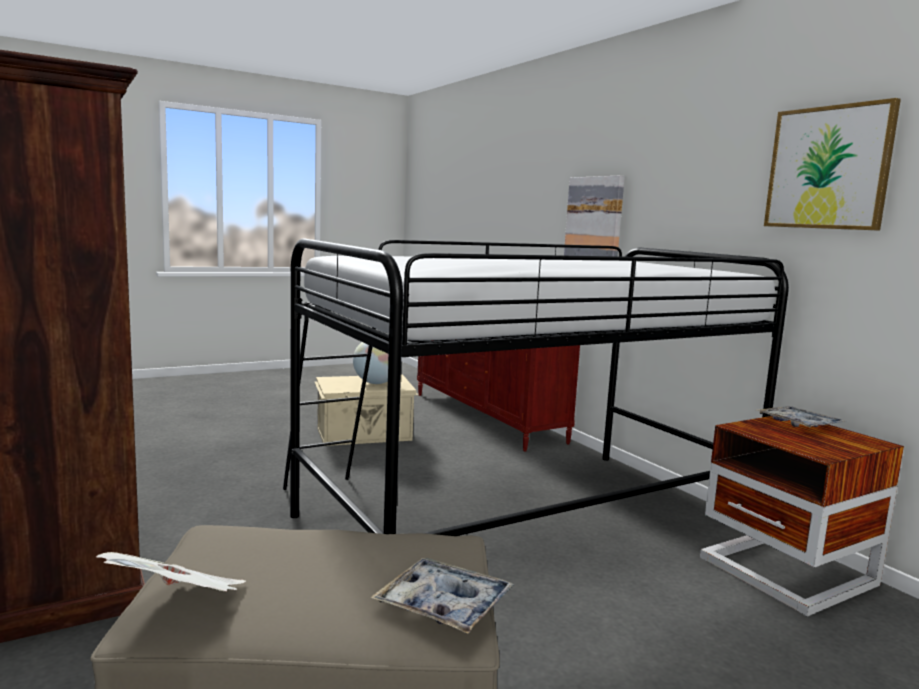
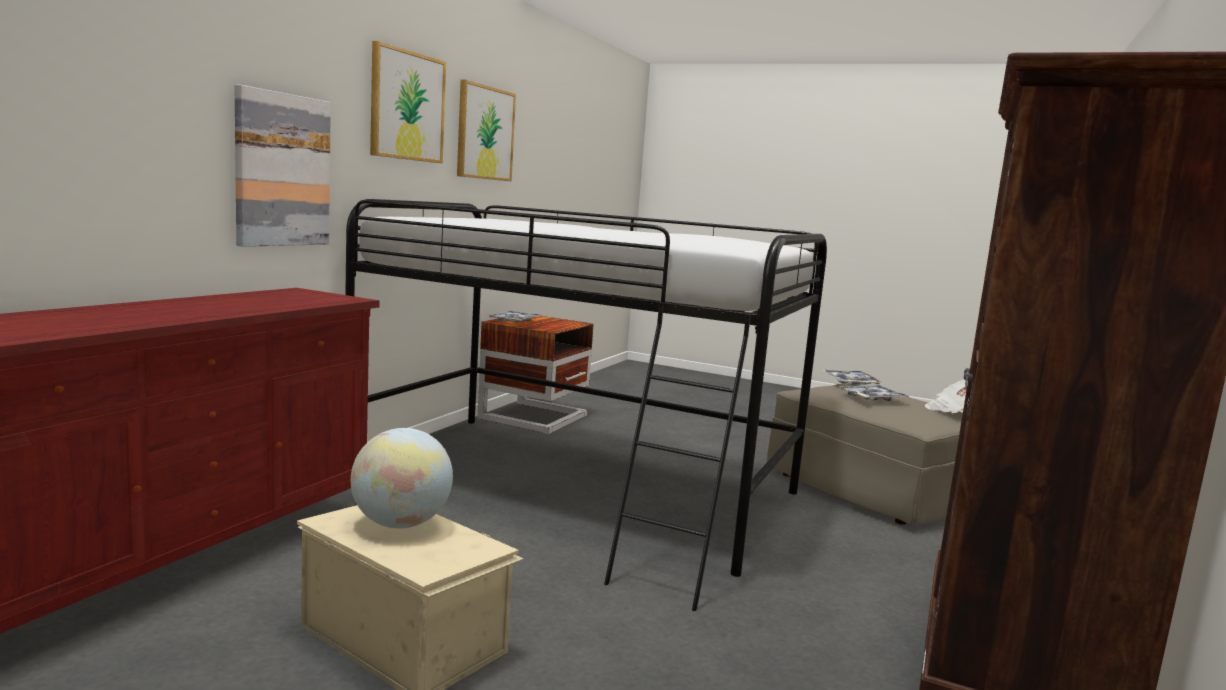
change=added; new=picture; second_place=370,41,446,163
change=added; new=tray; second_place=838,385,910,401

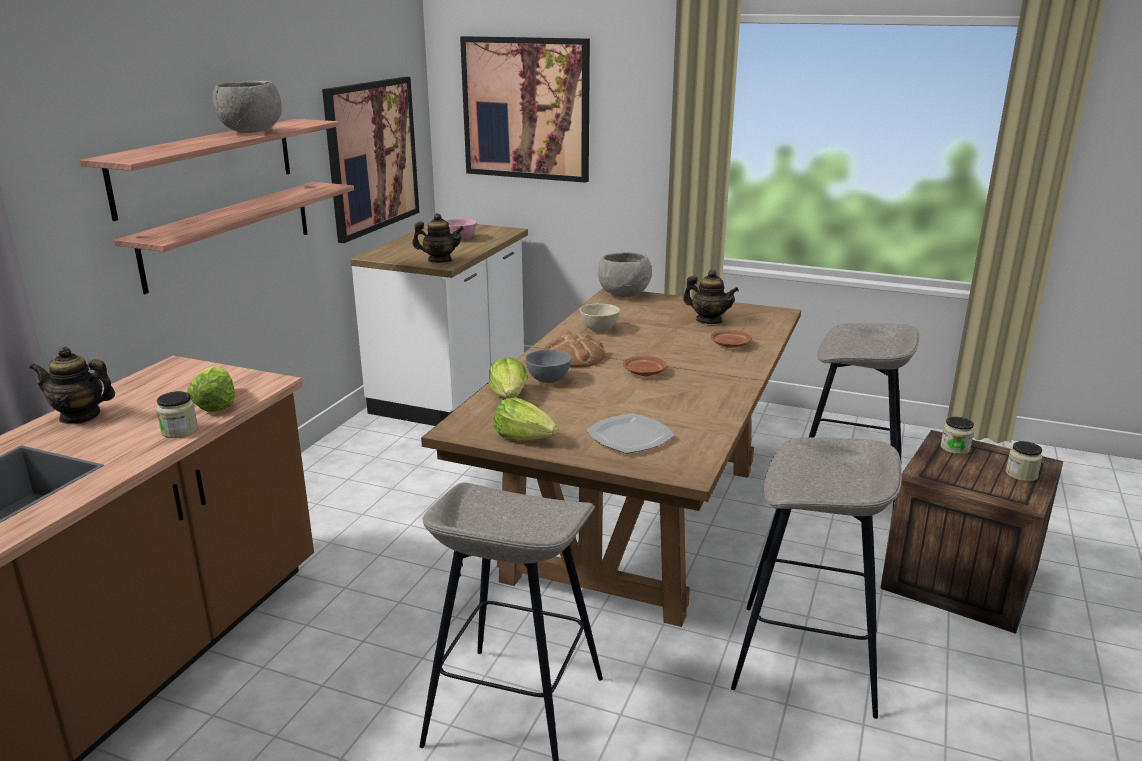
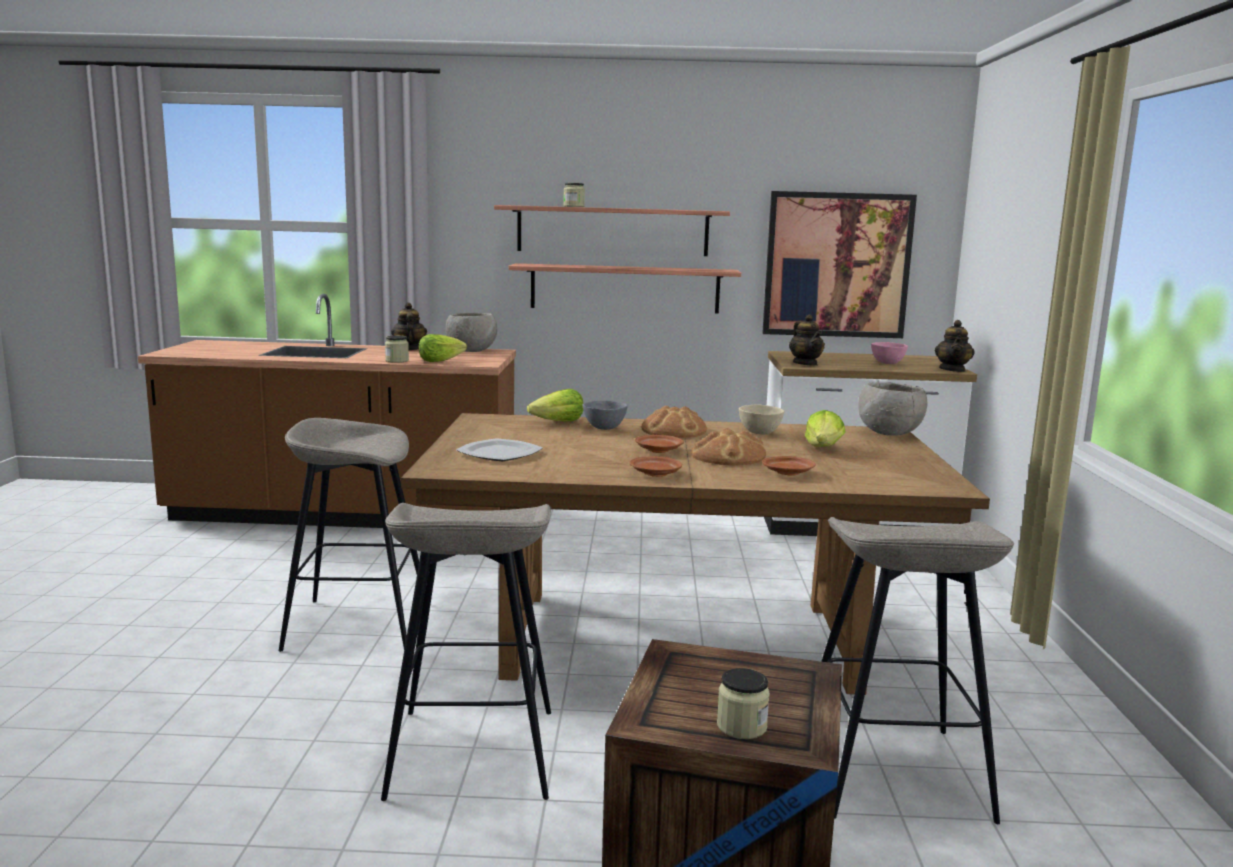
change=removed; old=picture; first_place=460,36,590,183
change=added; new=brown_plate; second_place=629,456,682,477
change=added; new=bread; second_place=691,427,766,466
change=moved; old=grey_bowl; first_place=213,81,282,133; second_place=446,313,497,352
change=moved; old=lettuce; first_place=494,397,558,440; second_place=805,410,845,447
change=moved; old=teapot; first_place=683,270,739,324; second_place=935,320,975,372
change=moved; old=jar; first_place=940,417,974,455; second_place=563,183,585,207

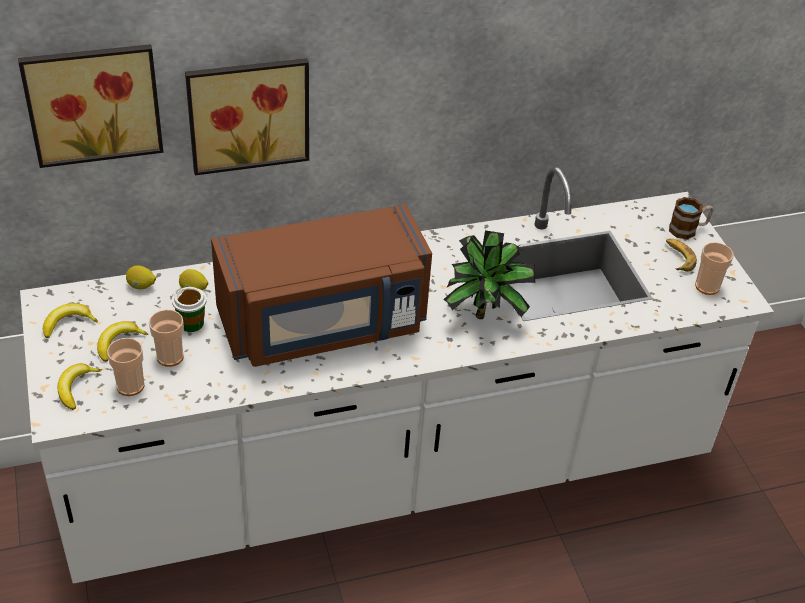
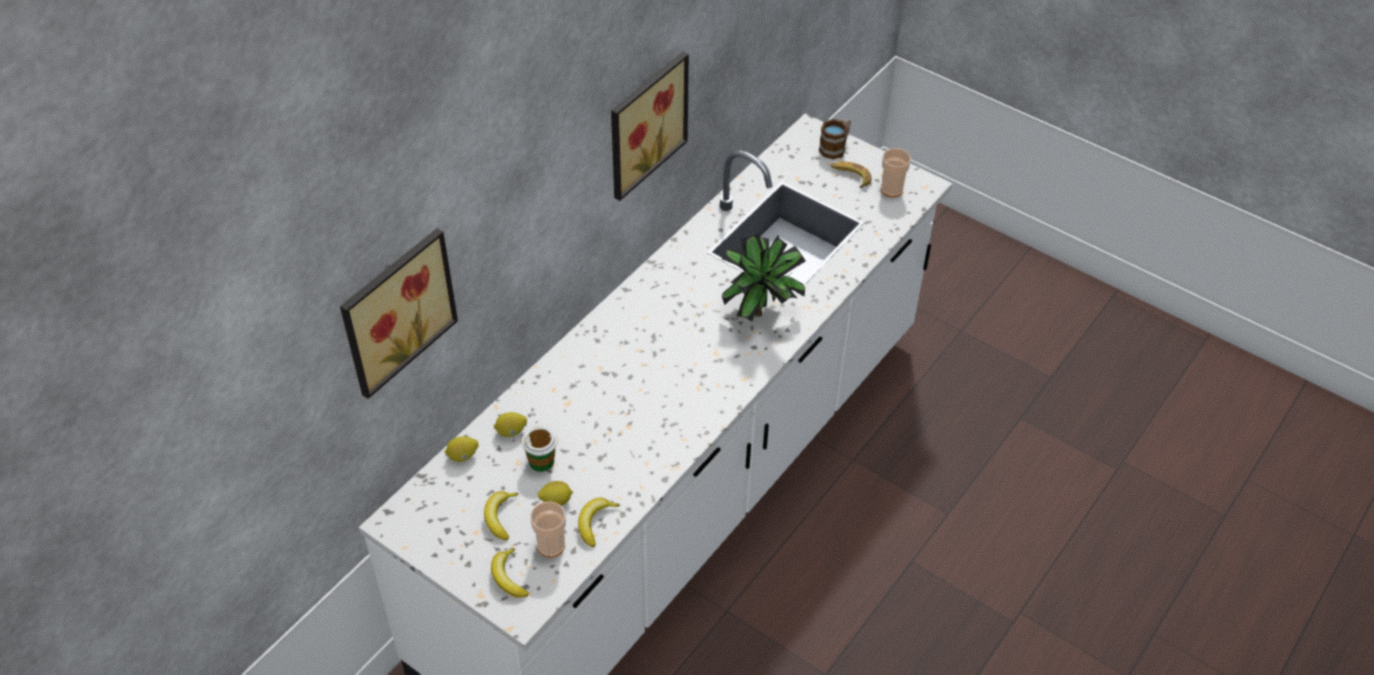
change=removed; old=brown_microwave; first_place=211,204,432,367
change=moved; old=banana; first_place=43,303,98,338; second_place=578,497,620,547
change=moved; old=picture; first_place=185,58,309,175; second_place=611,52,689,201
change=replaced; old=cup; new=lemon; first_place=149,310,184,367; second_place=538,481,573,506

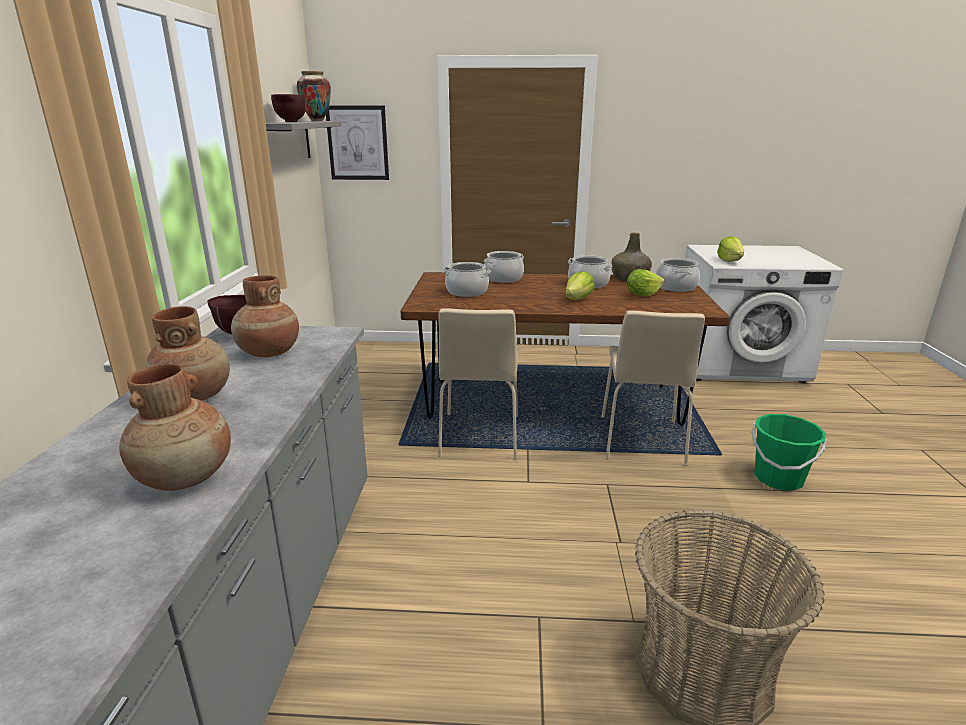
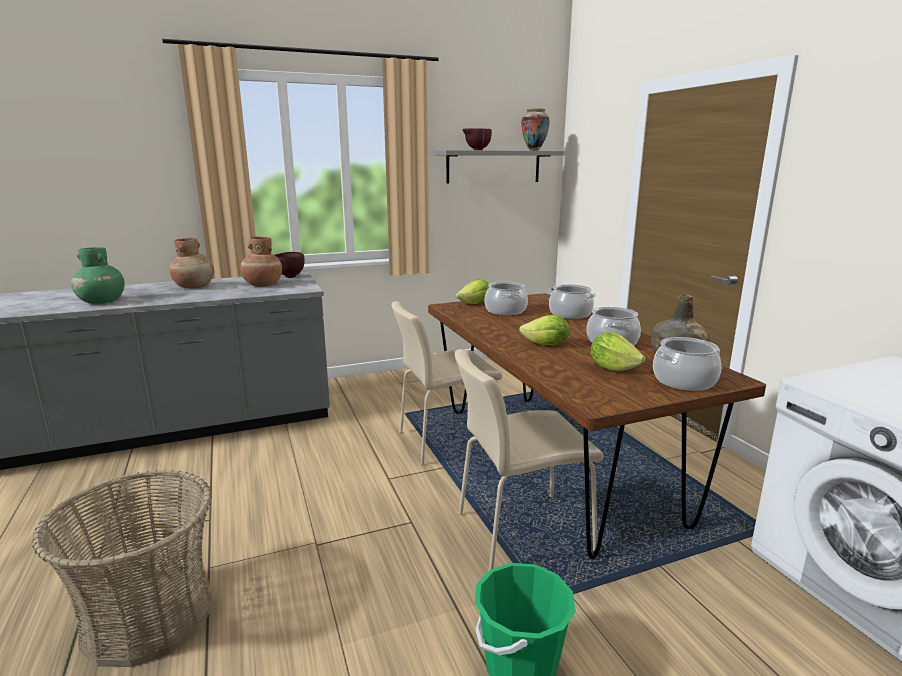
change=removed; old=picture; first_place=326,106,389,180
change=moved; old=lettuce; first_place=717,236,744,262; second_place=456,279,489,304
change=recoloured; old=brown_vase; new=green_vase; first_place=119,364,231,491; second_place=71,247,125,304

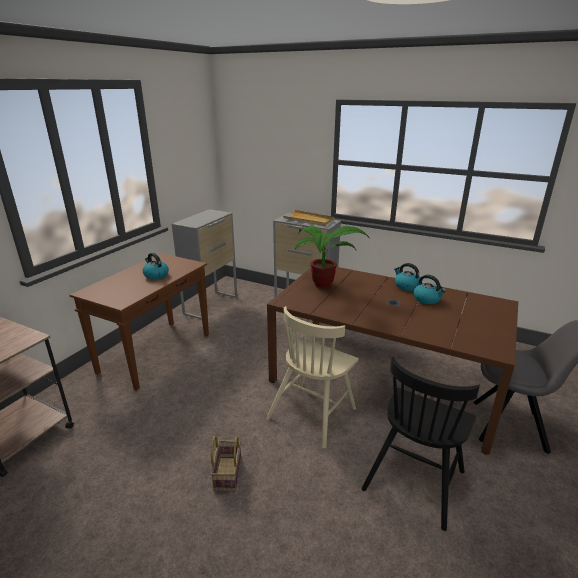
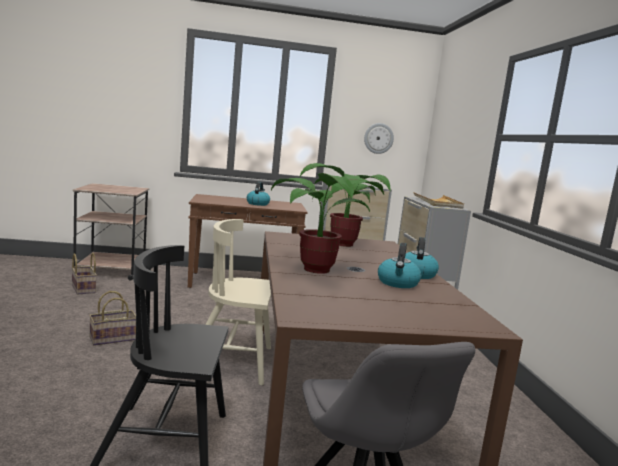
change=added; new=basket; second_place=72,253,97,295
change=added; new=potted_plant; second_place=271,173,384,274
change=added; new=wall_clock; second_place=364,123,394,154

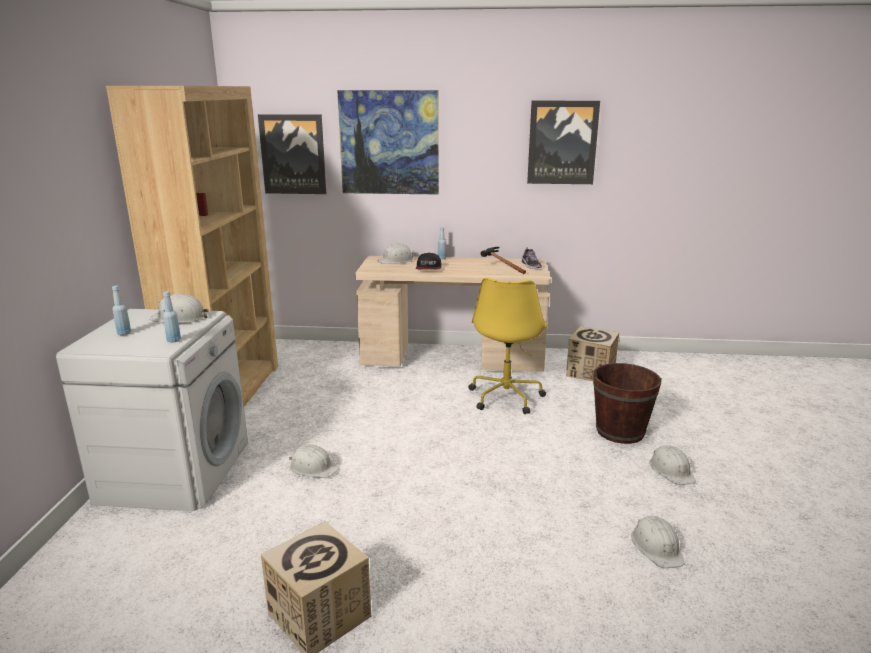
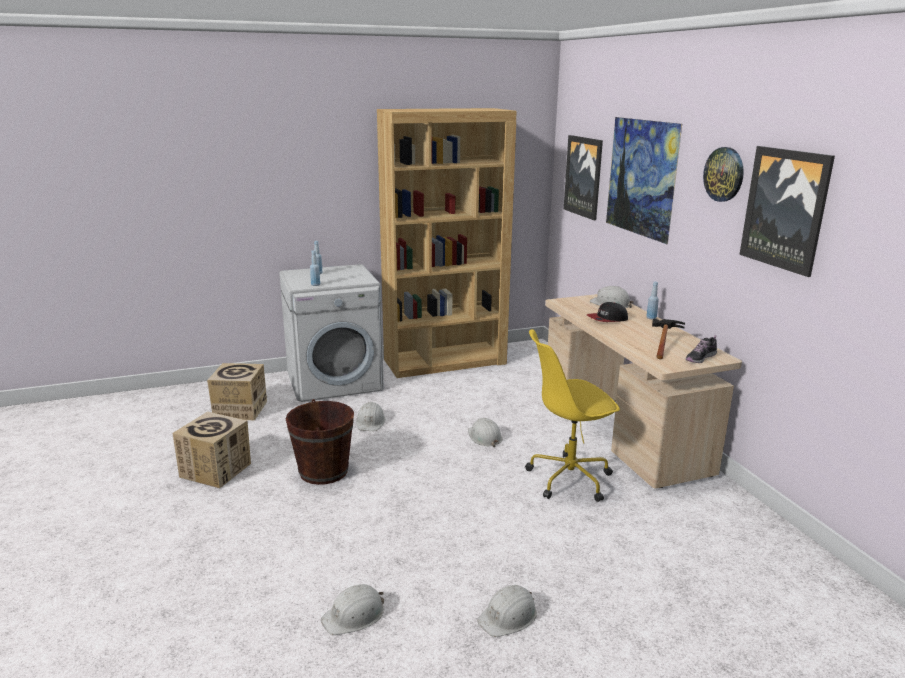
change=added; new=wall_clock; second_place=703,147,744,202
change=moved; old=white_hard_hat; first_place=149,294,209,323; second_place=468,418,503,447
change=moved; old=cardboard_box; first_place=566,326,619,381; second_place=207,363,267,420
change=moved; old=brown_bucket; first_place=593,363,662,444; second_place=286,399,354,485

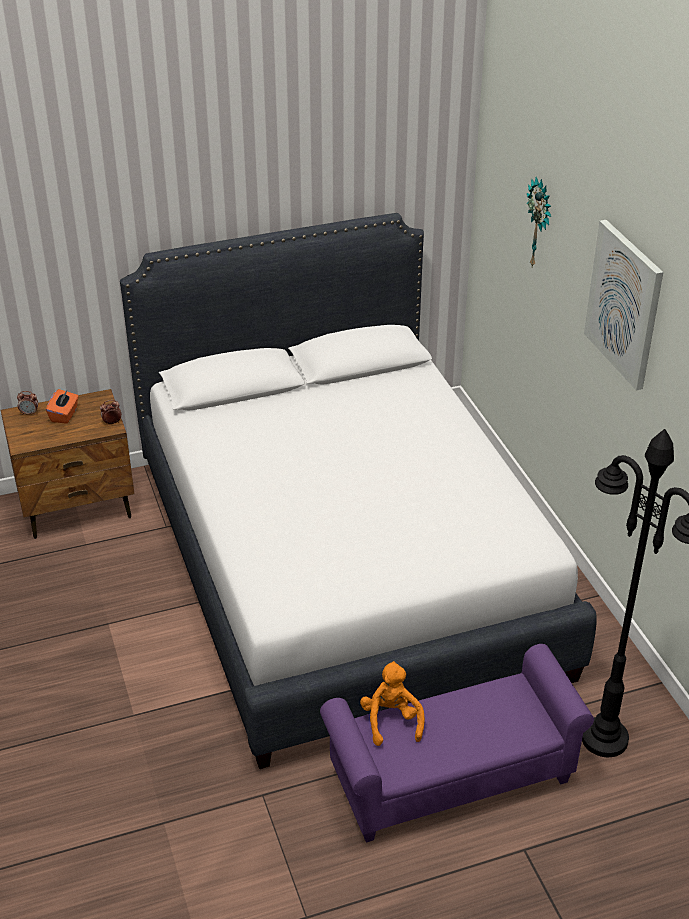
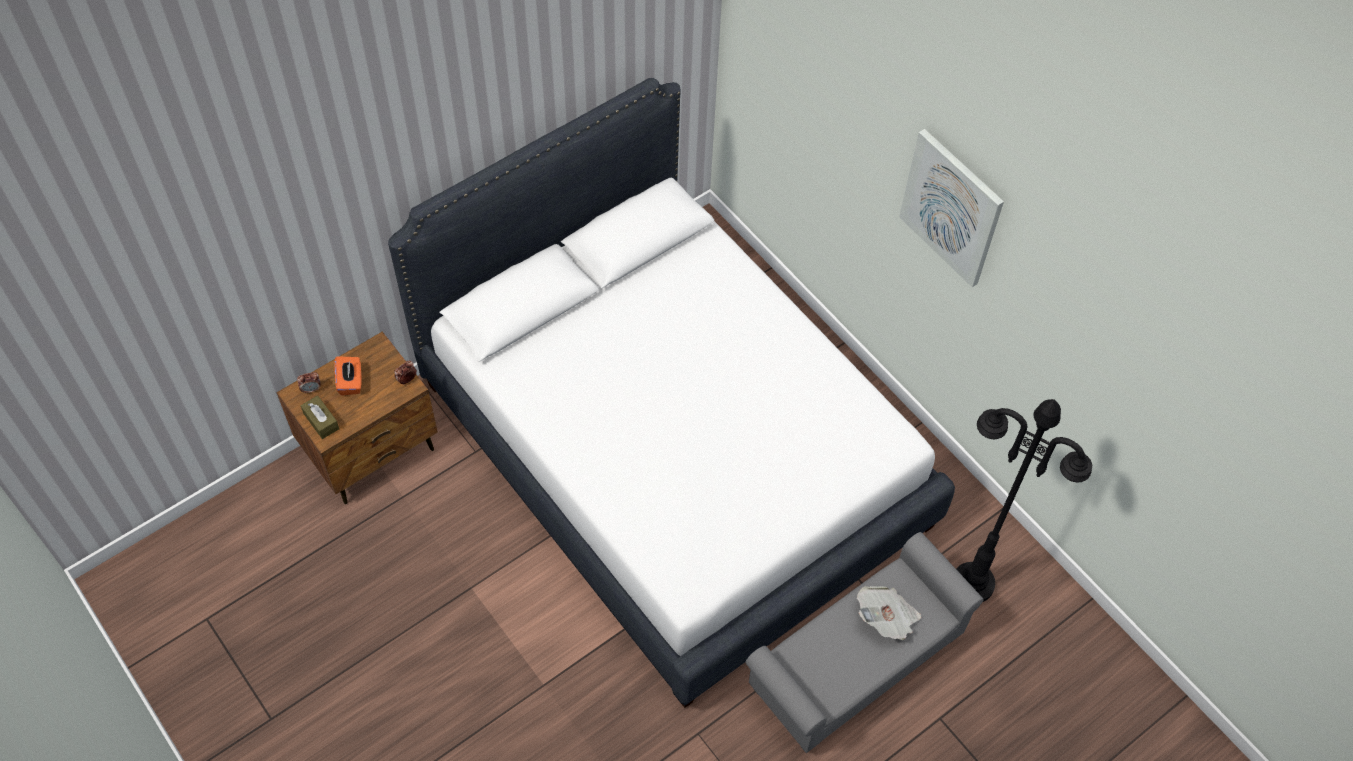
change=removed; old=orange_plush_toy; first_place=360,661,425,746
change=removed; old=wall_clock; first_place=527,177,551,267
change=added; new=brown_tissue_box; second_place=301,395,339,439
change=added; new=newspaper; second_place=857,586,921,640
change=recoloured; old=purple_ottoman; new=grey_ottoman; first_place=320,644,594,843; second_place=745,532,984,753

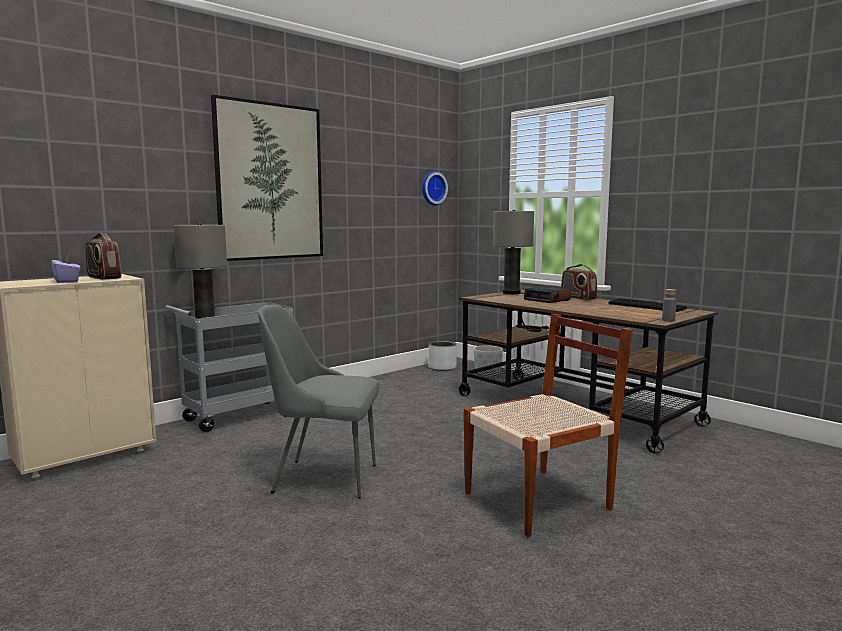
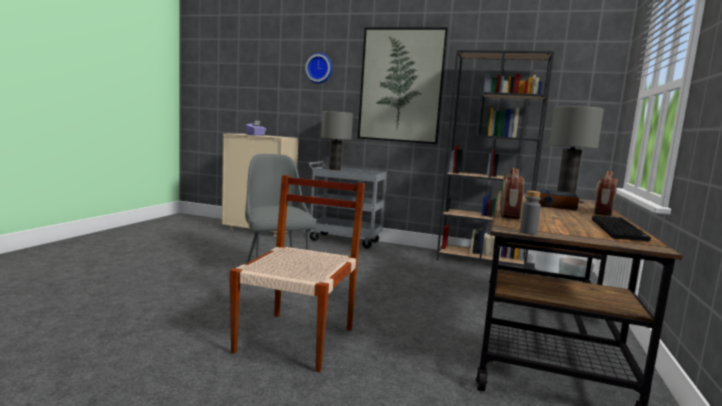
change=added; new=bookcase; second_place=436,50,554,269
change=moved; old=radio; first_place=86,233,121,280; second_place=500,168,524,220
change=moved; old=wall_clock; first_place=422,171,448,206; second_place=305,53,332,83
change=turned; old=chair; first_place=464,314,633,537; second_place=230,175,365,372; degrees=-105

